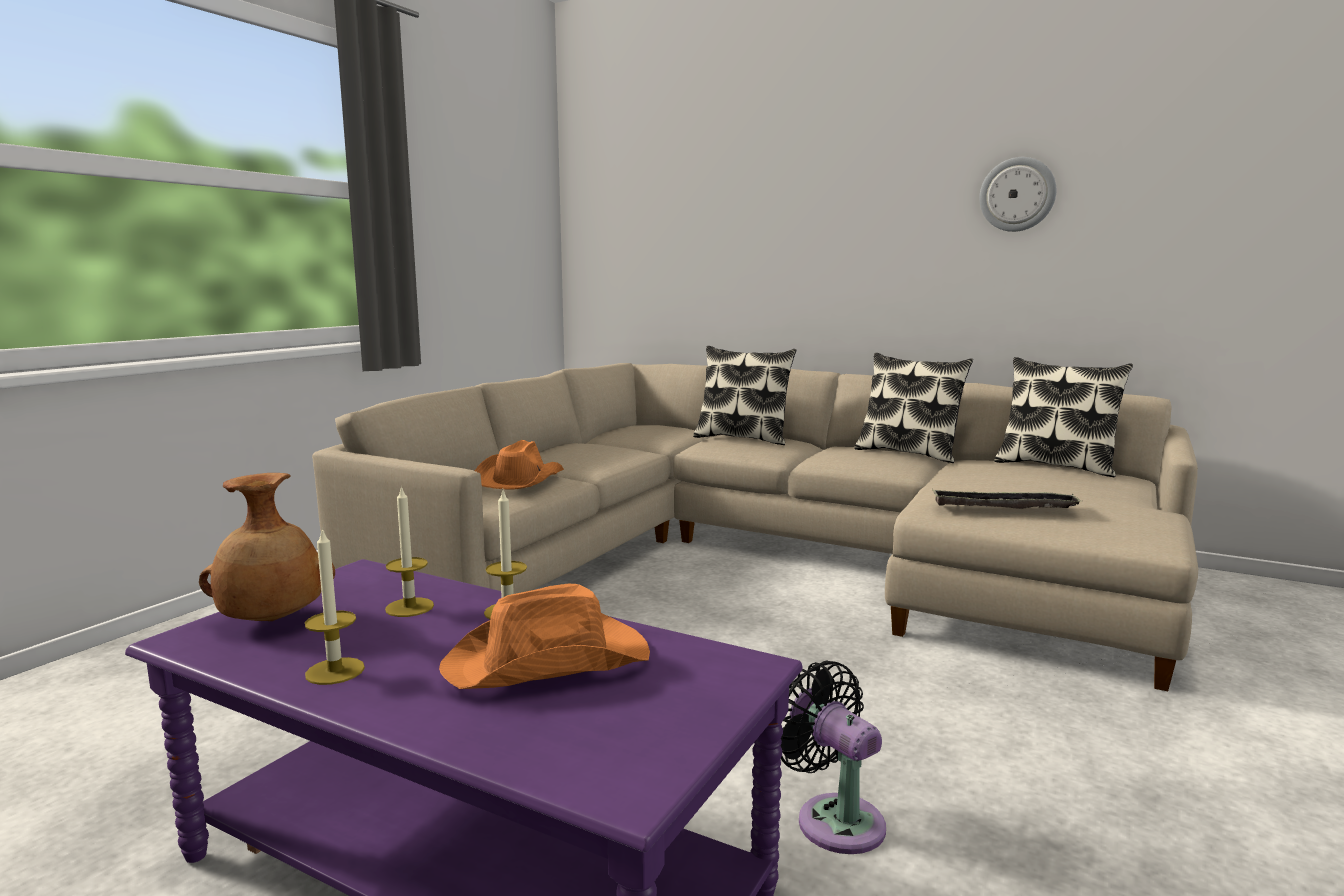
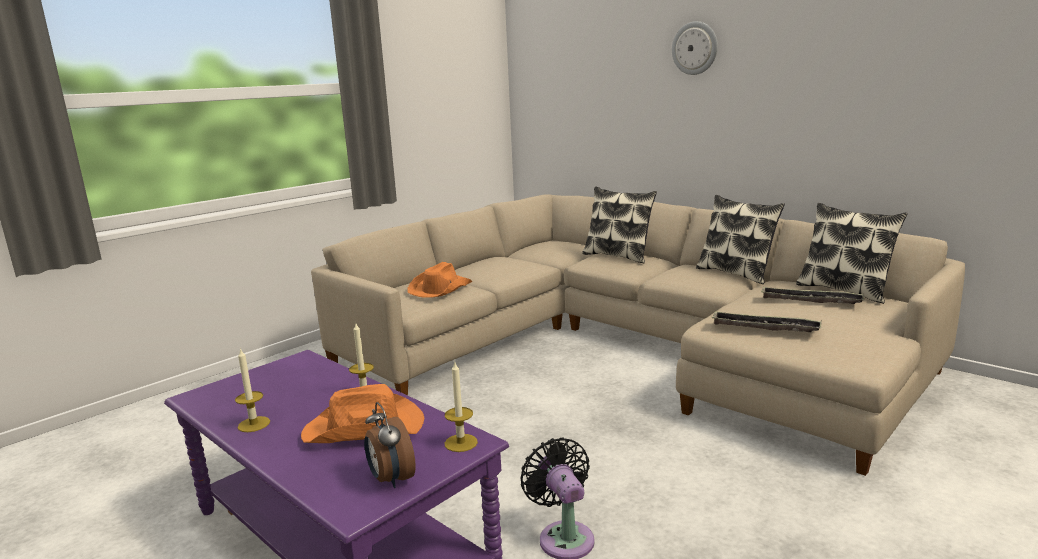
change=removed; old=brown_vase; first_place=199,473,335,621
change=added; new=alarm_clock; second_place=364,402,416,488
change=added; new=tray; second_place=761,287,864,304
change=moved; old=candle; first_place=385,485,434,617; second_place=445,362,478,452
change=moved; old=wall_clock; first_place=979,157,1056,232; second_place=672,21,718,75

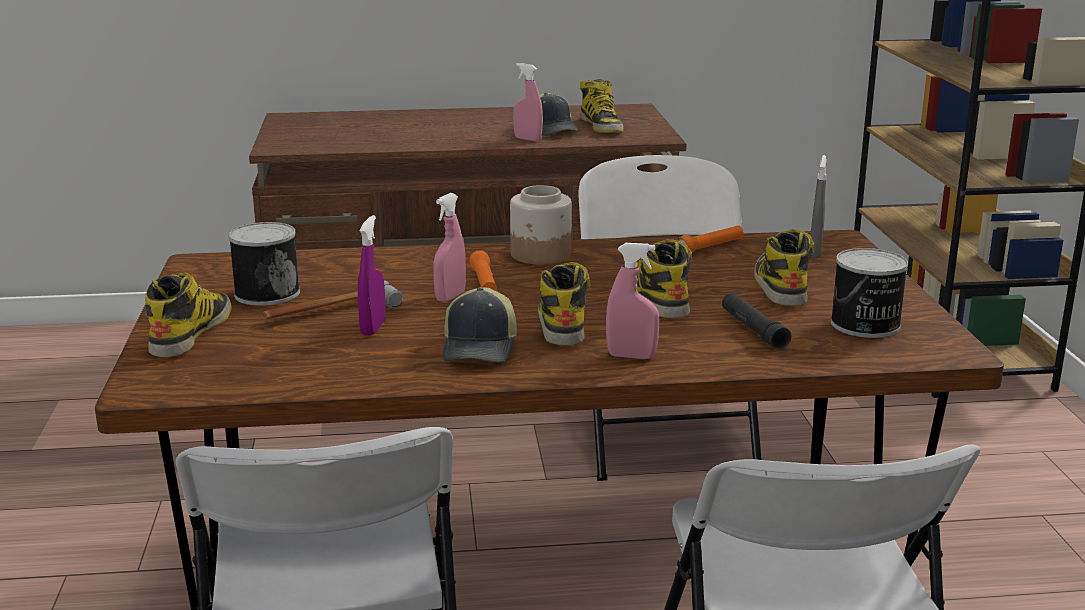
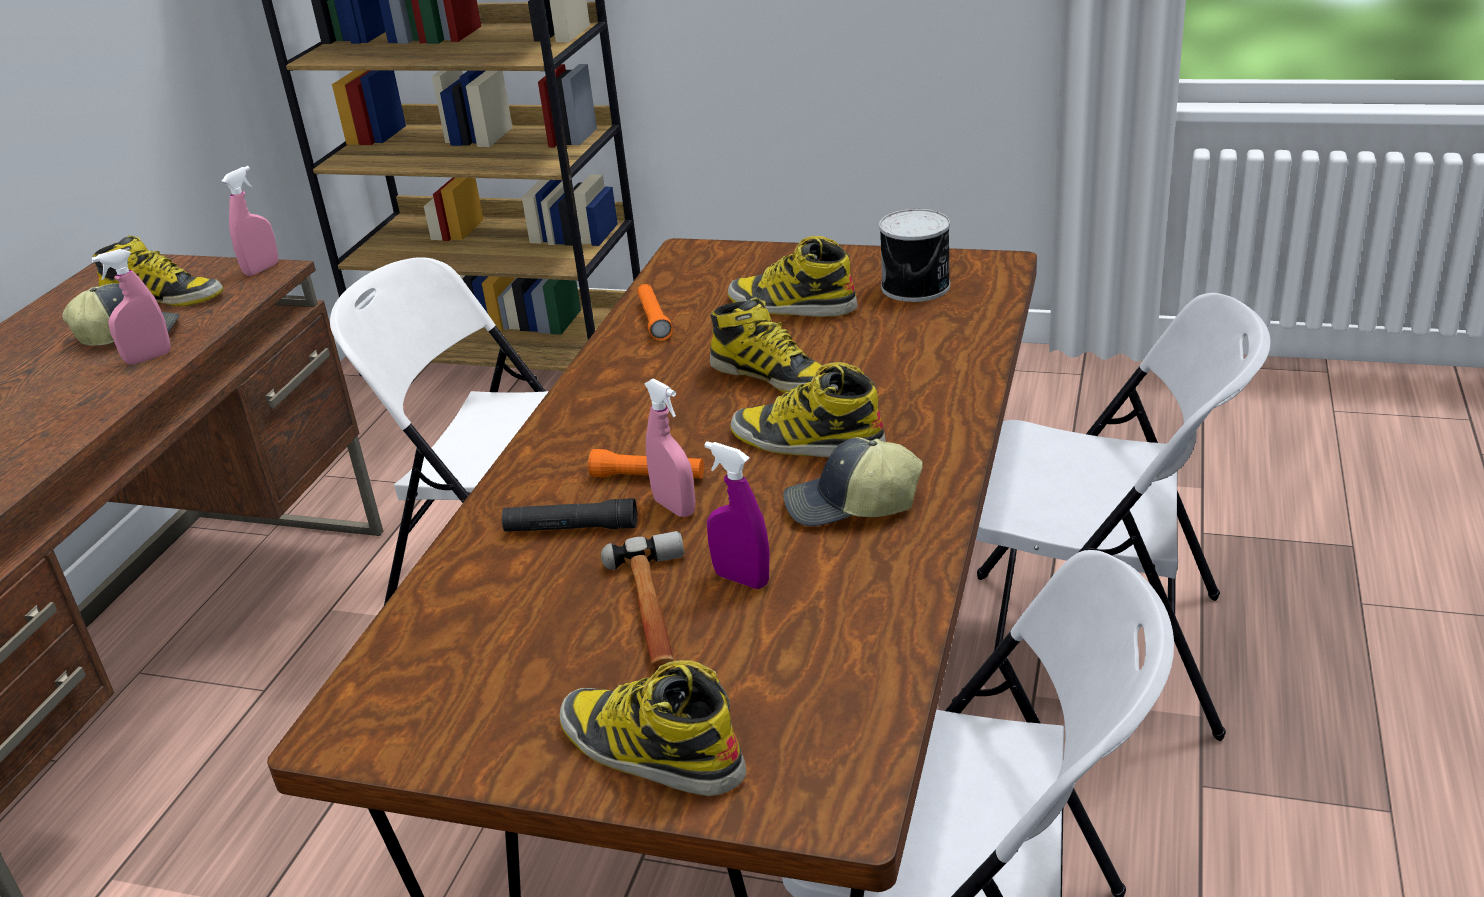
change=removed; old=can; first_place=228,222,300,306
change=removed; old=jar; first_place=510,185,572,265
change=removed; old=grey_spray_bottle; first_place=811,155,827,258
change=moved; old=pink_spray_bottle; first_place=606,243,660,359; second_place=222,166,278,276
change=moved; old=black_flashlight; first_place=722,293,791,350; second_place=502,498,637,532
change=turned; old=cap; first_place=442,287,517,362; second_place=783,437,923,526; degrees=150
change=turned; old=boot; first_place=636,239,692,318; second_place=710,297,823,393; degrees=-150

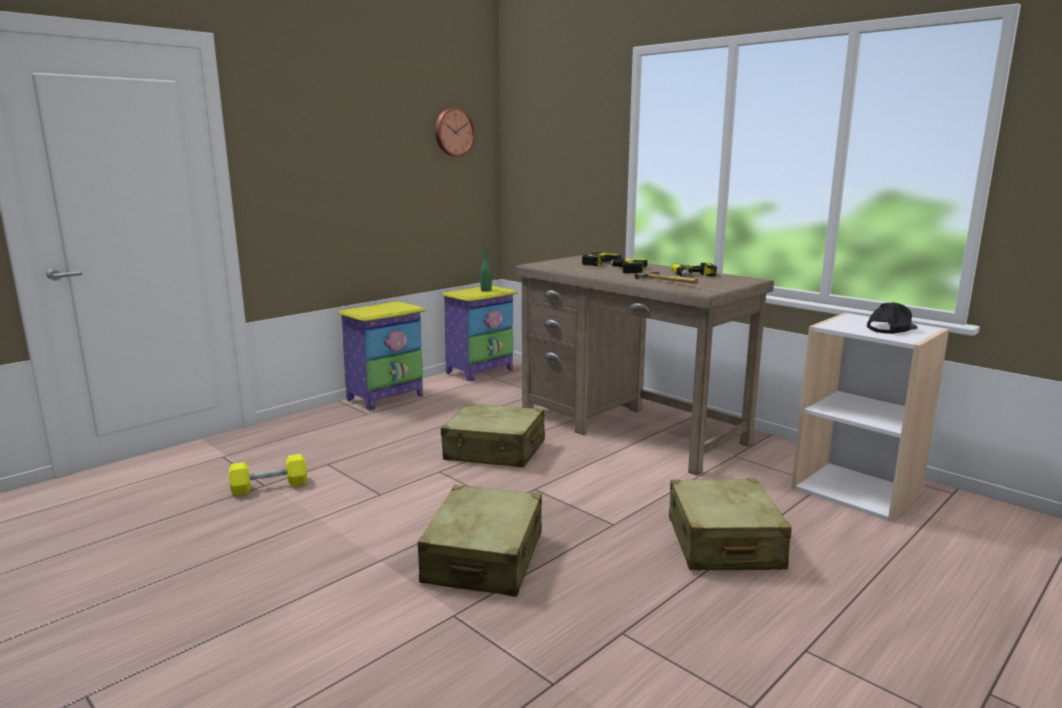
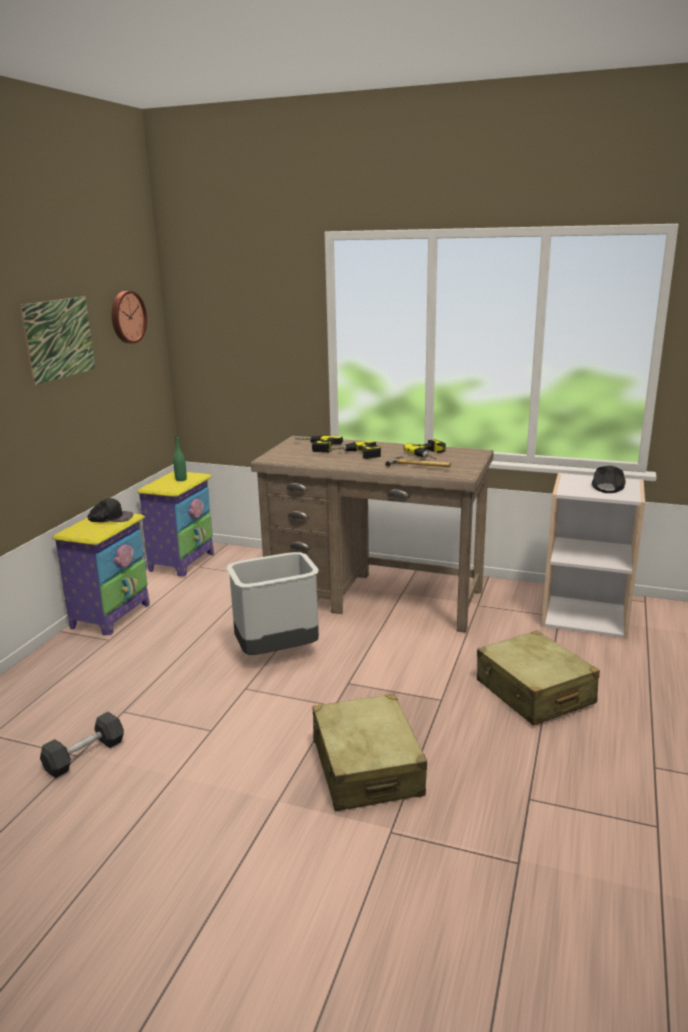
change=added; new=picture; second_place=20,296,96,385
change=added; new=black_cap; second_place=87,498,133,522
change=replaced; old=beige_suitcase; new=grey_trash_can; first_place=441,403,545,468; second_place=226,552,319,655
change=recoloured; old=yellow_dumbbell; new=grey_dumbbell; first_place=229,454,307,496; second_place=40,712,124,778

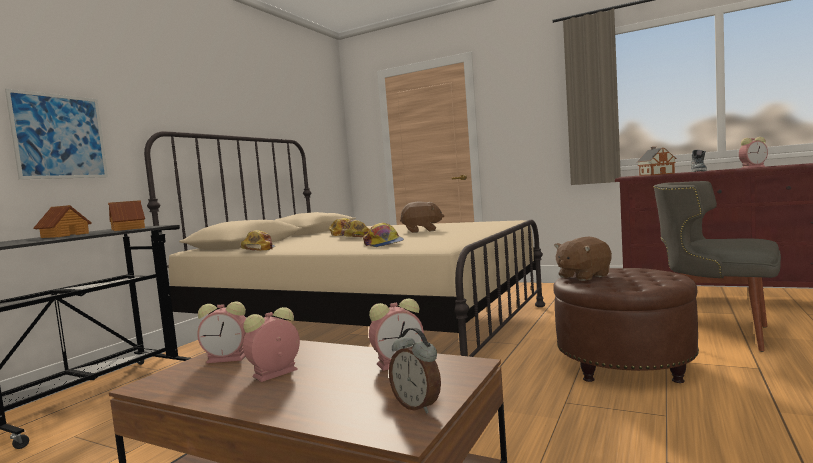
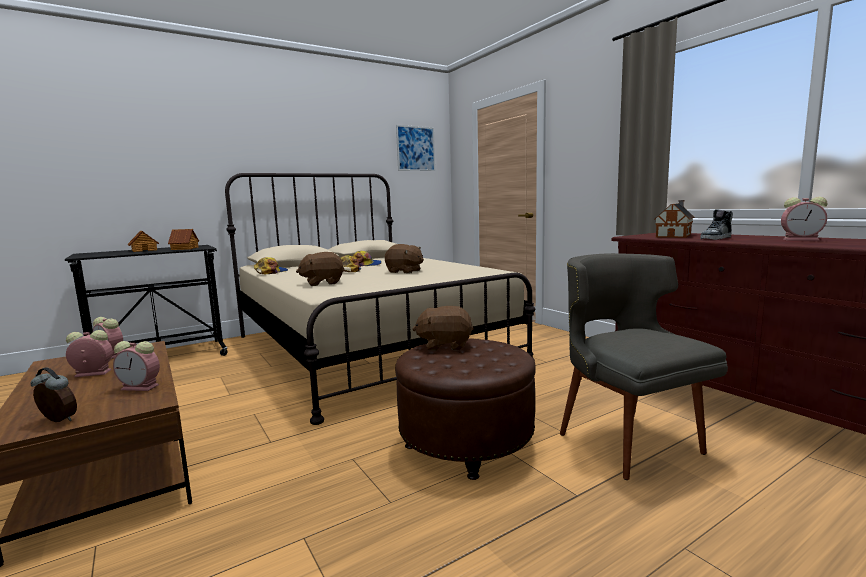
change=moved; old=picture; first_place=5,89,108,179; second_place=396,125,435,171
change=replaced; old=cap; new=brown_plush_toy; first_place=363,223,404,247; second_place=296,252,344,286
change=turned; old=alarm_clock; first_place=389,328,441,413; second_place=30,367,77,422; degrees=120

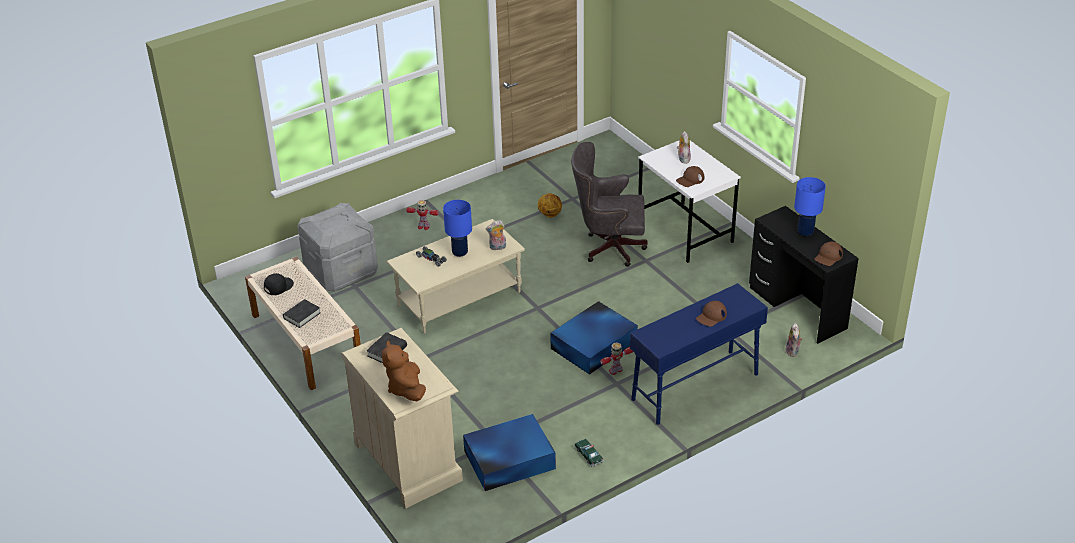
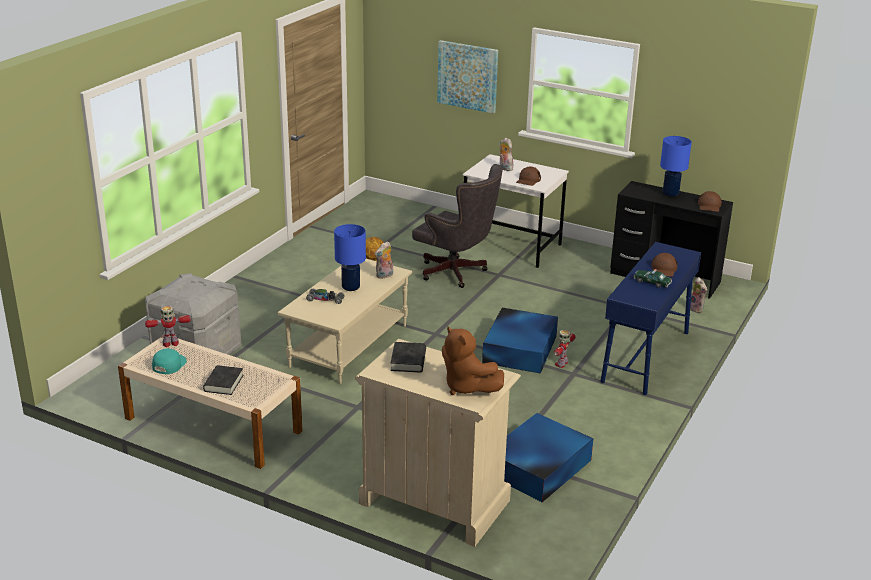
change=added; new=picture; second_place=437,40,498,114
change=moved; old=toy_robot; first_place=406,200,439,230; second_place=145,306,191,347
change=moved; old=toy_car; first_place=574,439,604,466; second_place=633,269,672,288
change=recoloured; old=black_cap; new=turquoise_cap; first_place=264,273,294,295; second_place=152,349,187,374
change=turned; old=grey_office_chair; first_place=571,142,648,267; second_place=412,164,503,288; degrees=-120

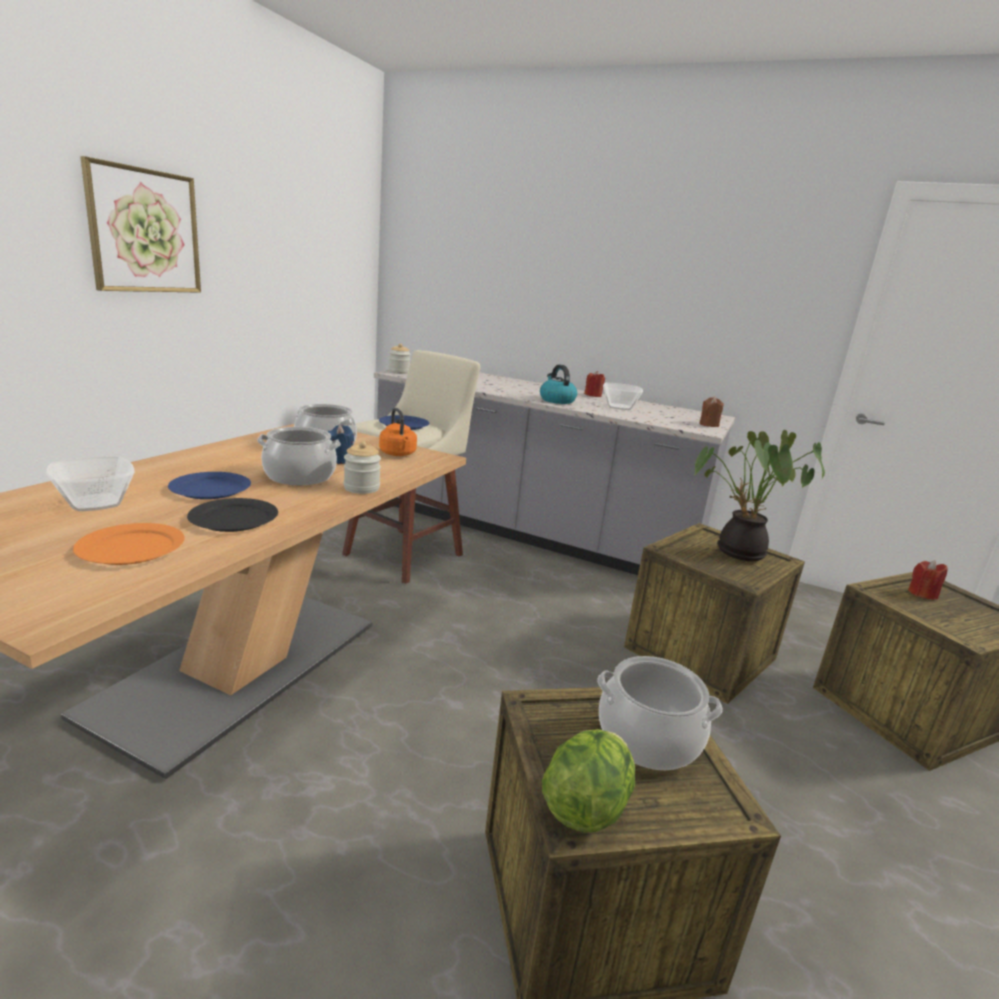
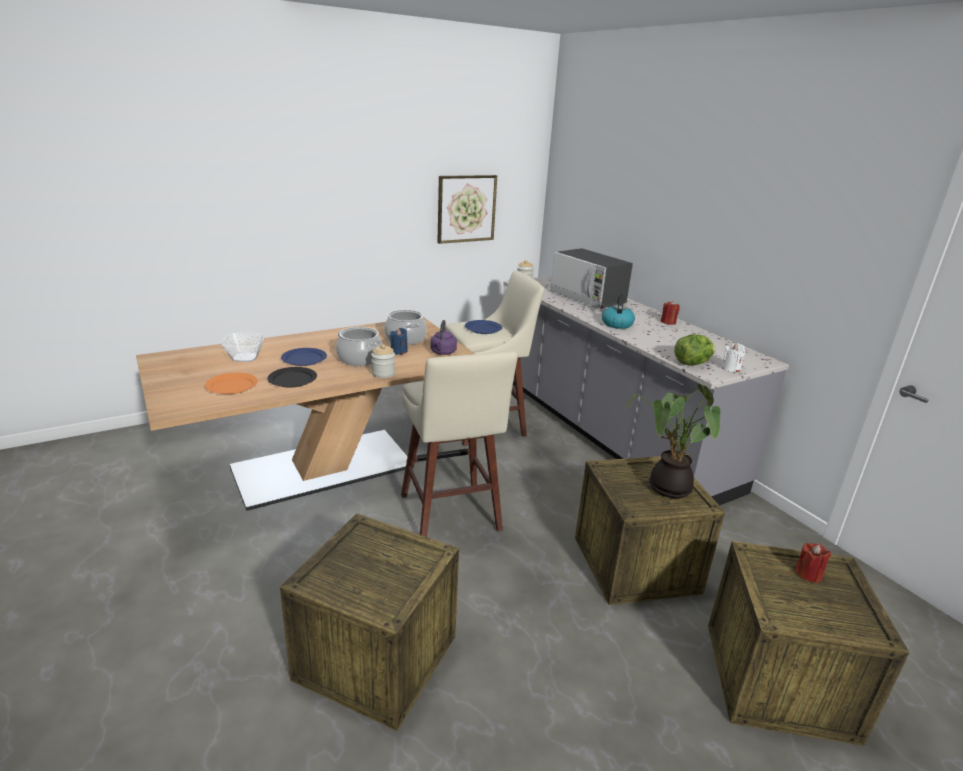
change=removed; old=cooking_pot; first_place=597,656,723,770
change=removed; old=bowl; first_place=603,382,643,410
change=added; new=beige_stool; second_place=401,351,518,537
change=added; new=microwave; second_place=550,248,633,309
change=moved; old=picture; first_place=80,156,201,293; second_place=437,175,497,244
change=moved; old=lettuce; first_place=542,729,635,832; second_place=674,334,716,366
change=recoloured; old=orange_kettle; new=purple_kettle; first_place=379,408,417,456; second_place=431,320,457,355
change=recoloured; old=brown_candle; new=white_candle; first_place=699,397,724,427; second_place=721,343,745,373

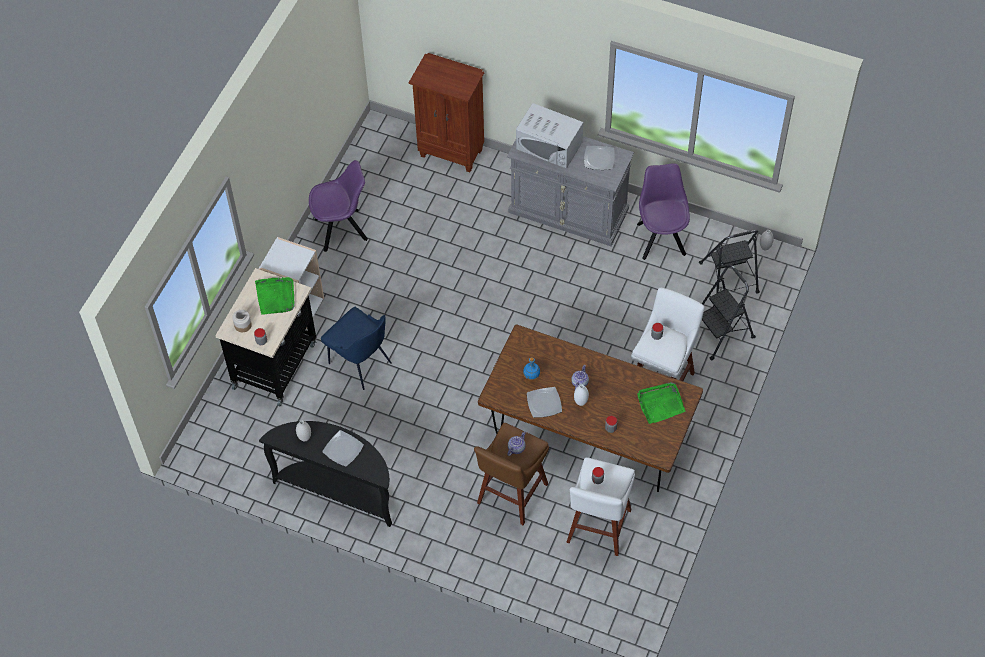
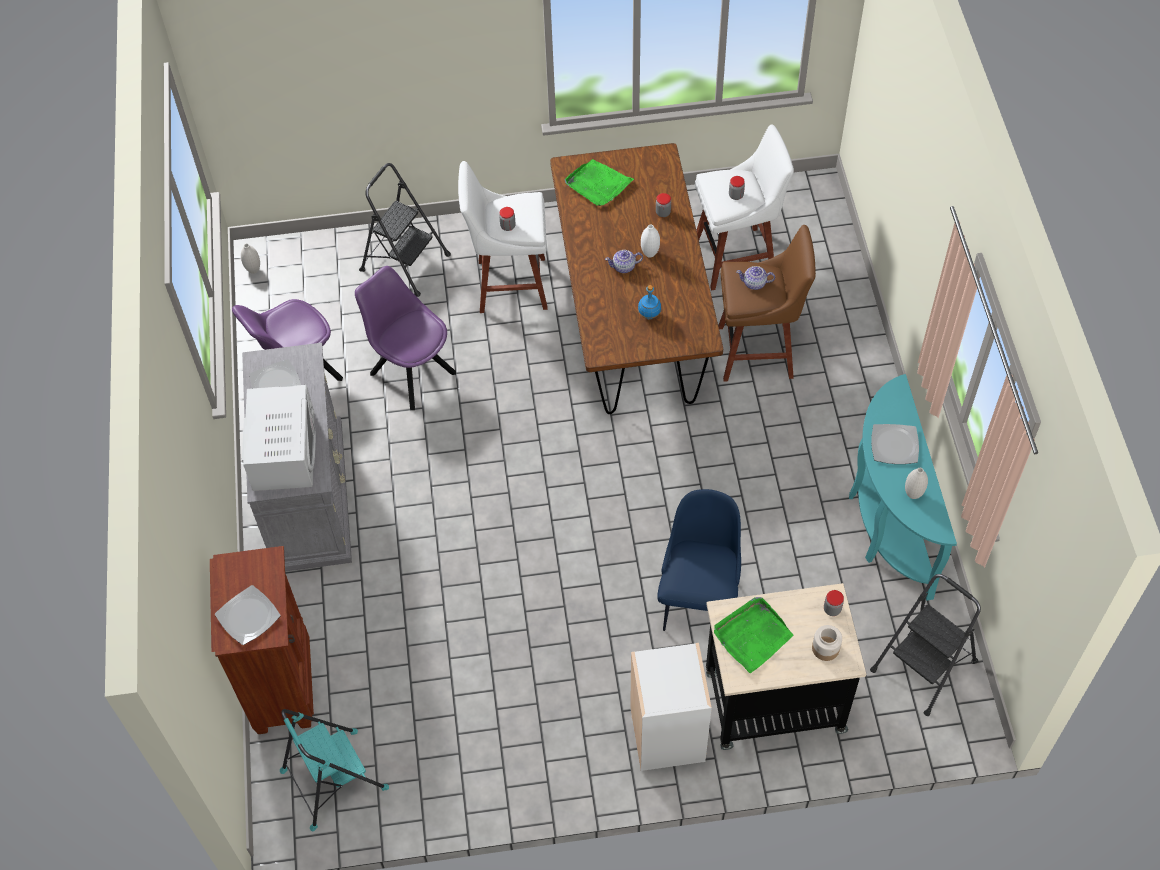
change=added; new=turquoise_step_ladder; second_place=280,709,389,831
change=moved; old=purple_chair; first_place=309,160,368,252; second_place=355,266,456,410
change=moved; old=plate; first_place=527,387,562,418; second_place=215,585,281,645
change=moved; old=black_step_ladder; first_place=699,230,760,294; second_place=870,574,981,716
change=recoloured; old=black_console_table; new=turquoise_console_table; first_place=259,421,392,527; second_place=849,374,957,600

